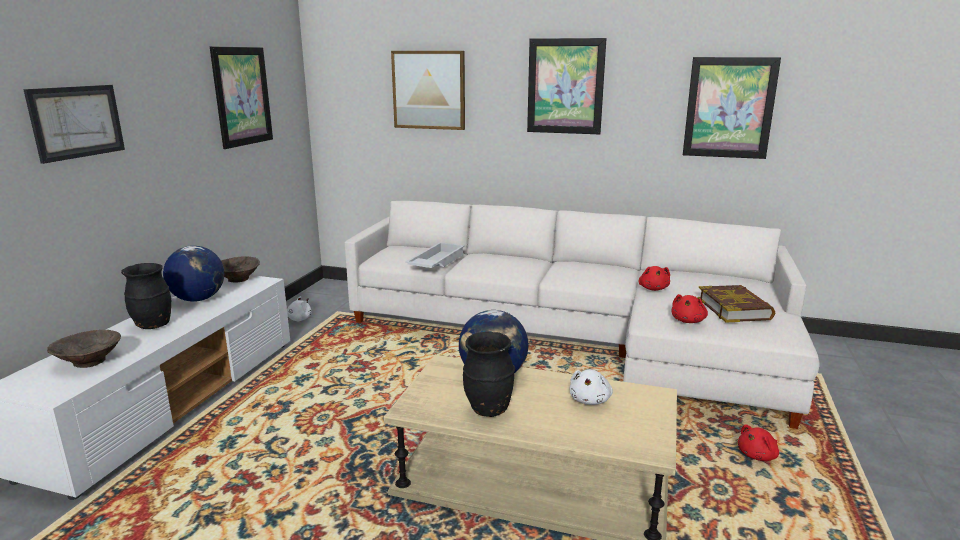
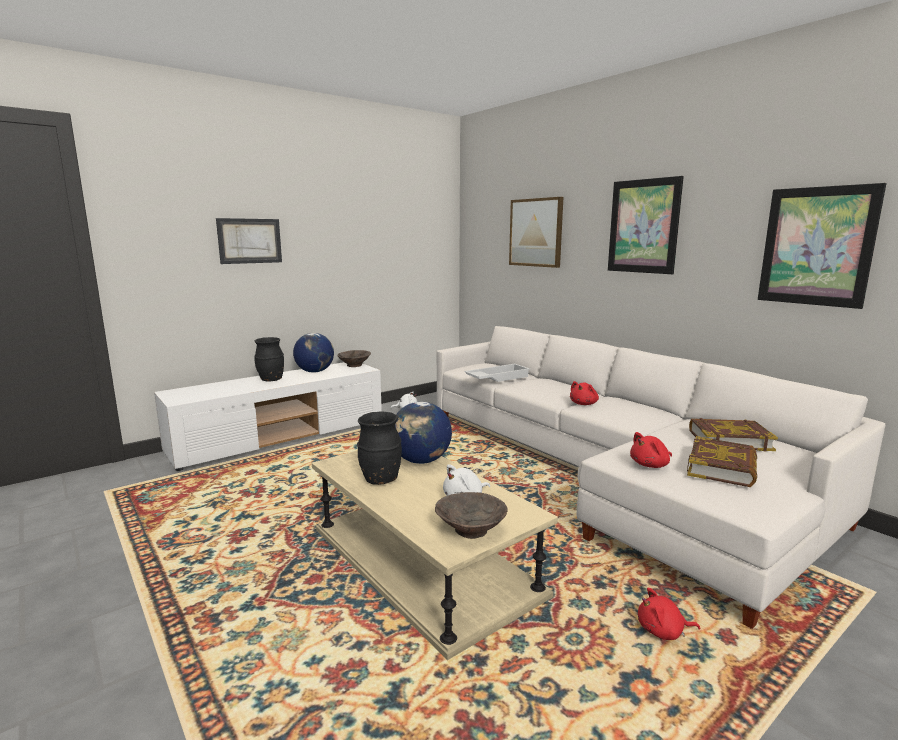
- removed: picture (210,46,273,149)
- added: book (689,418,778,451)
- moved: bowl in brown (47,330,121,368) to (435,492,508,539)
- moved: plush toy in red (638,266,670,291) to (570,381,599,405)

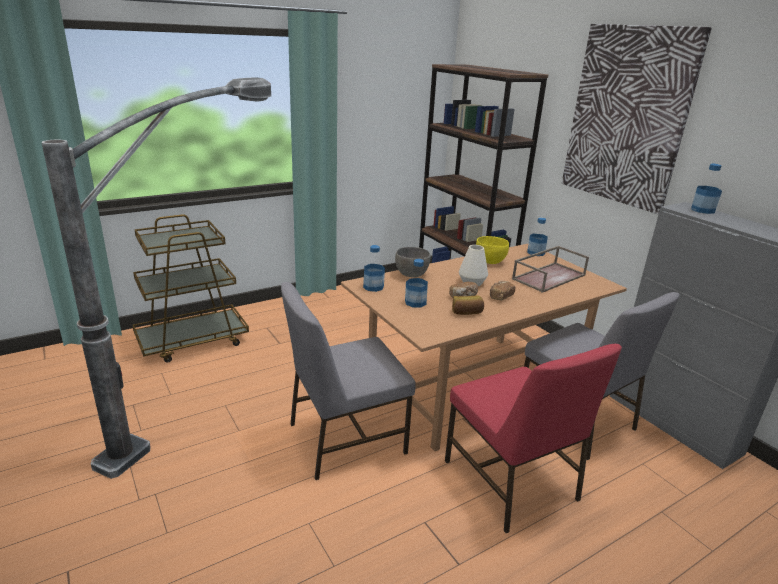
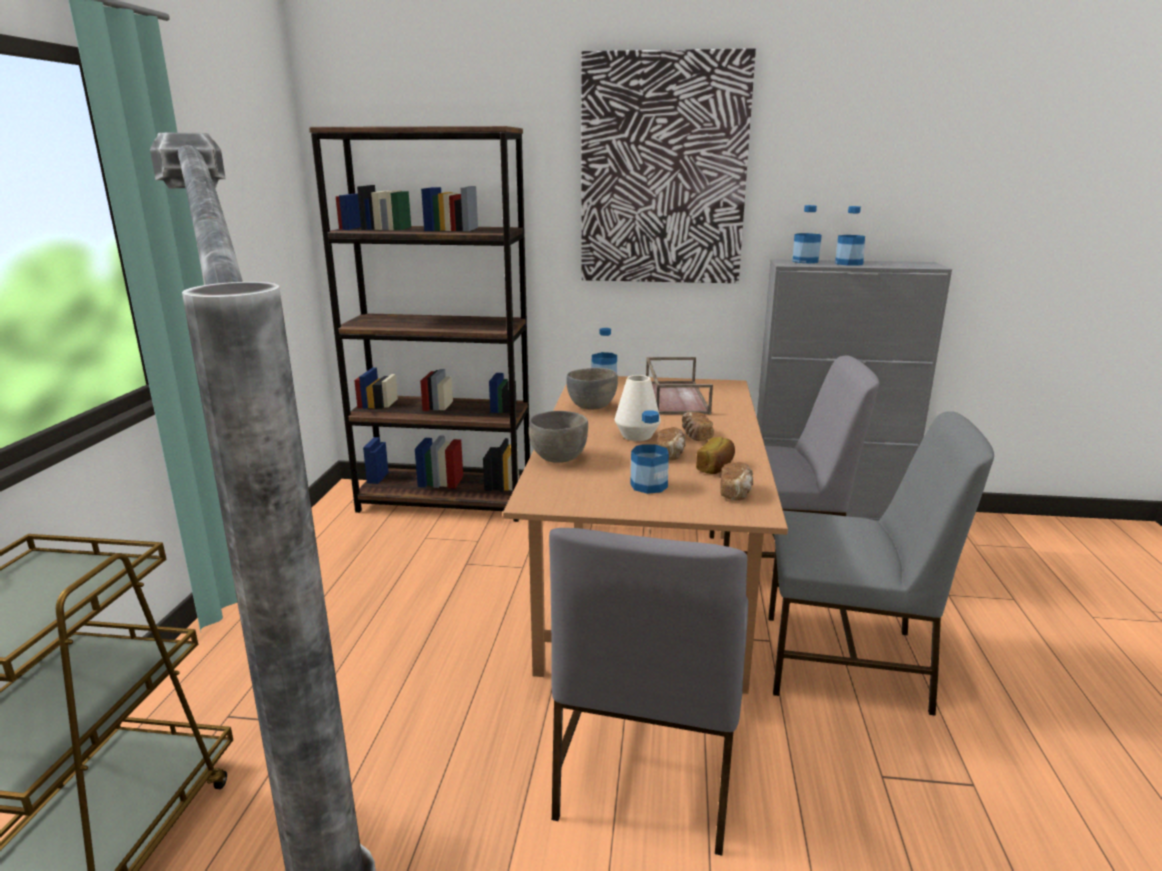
- added: bread (720,462,753,501)
- moved: bottle (363,245,385,292) to (835,206,865,266)
- recoloured: chair in red (445,344,622,533) to chair in grey (768,411,994,716)
- recoloured: bowl in yellow (476,236,509,264) to bowl in grey (566,368,618,410)

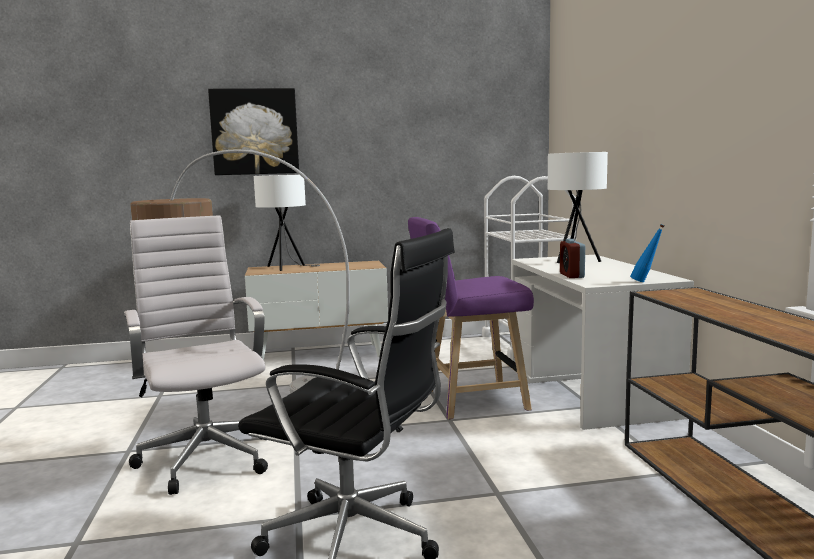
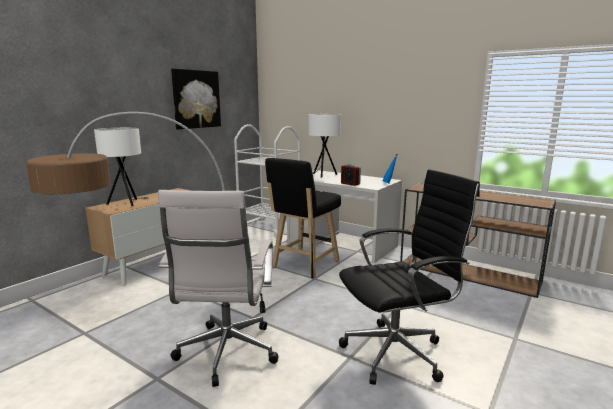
- moved: picture (208,88,299,175) to (171,69,221,129)
- recoloured: stool in purple (408,217,534,420) to stool in black (265,158,341,279)
- turned: office chair in white (124,215,268,495) = (158,190,279,387) 105 degrees counterclockwise

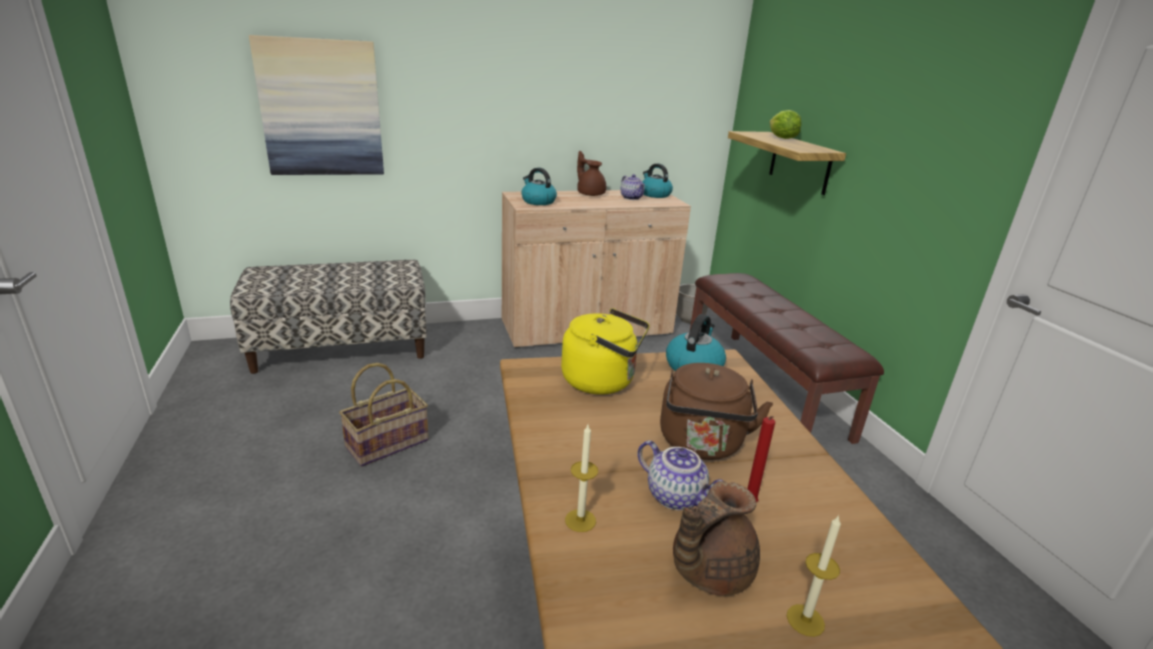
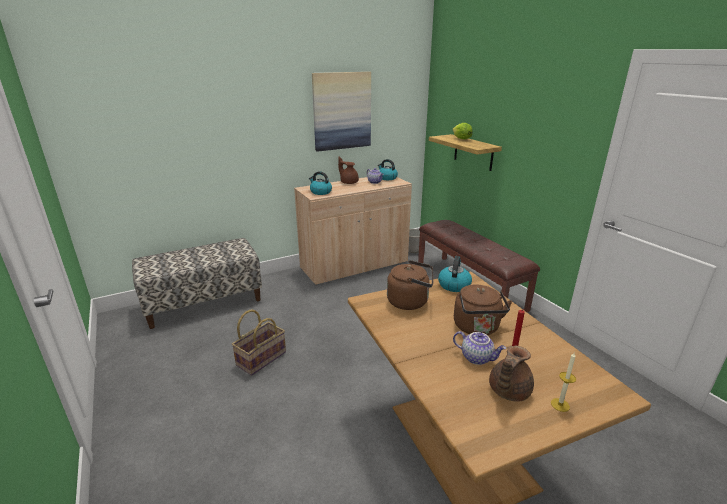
- removed: candle (565,425,598,532)
- moved: picture (249,35,384,175) to (312,72,371,152)
- recoloured: kettle in yellow (561,308,649,395) to kettle in brown (387,260,433,310)

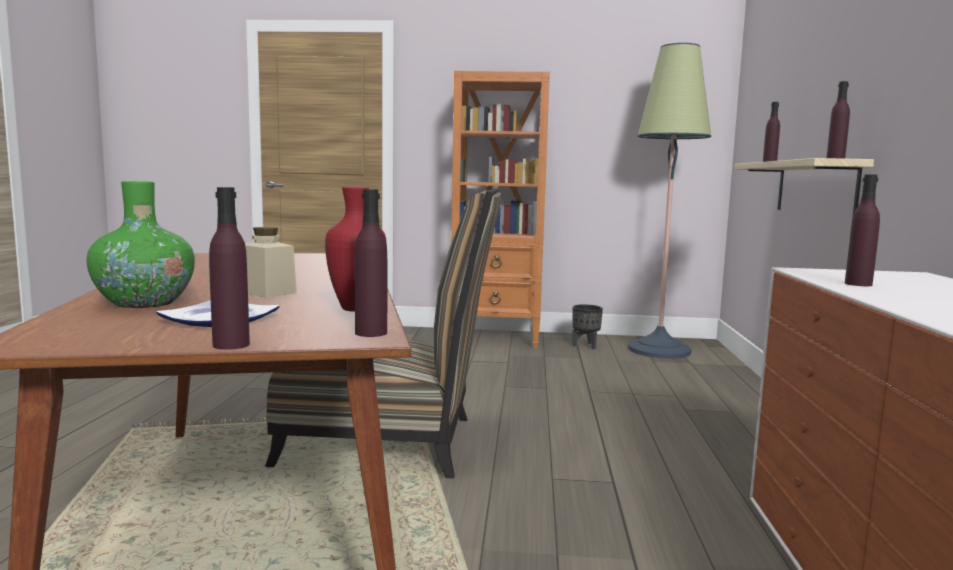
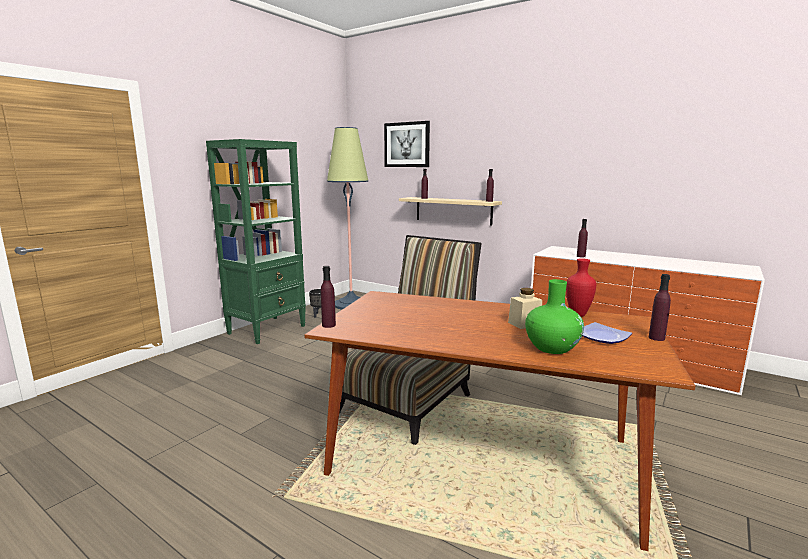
- added: picture (384,121,430,167)
- moved: bottle in purple (355,189,387,337) to (321,266,336,328)
- recoloured: bookcase in orange (451,71,550,349) to bookcase in green (206,139,306,344)

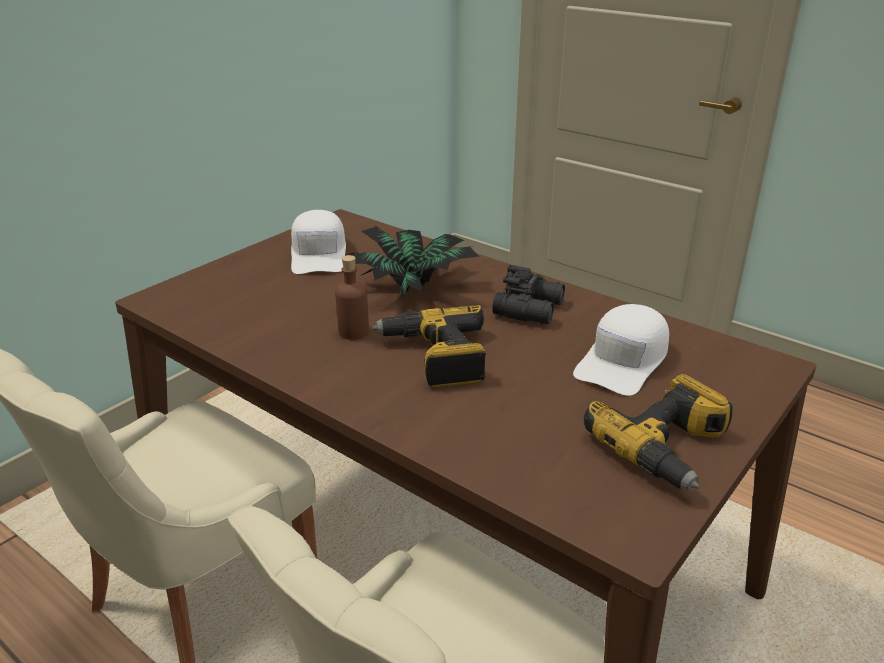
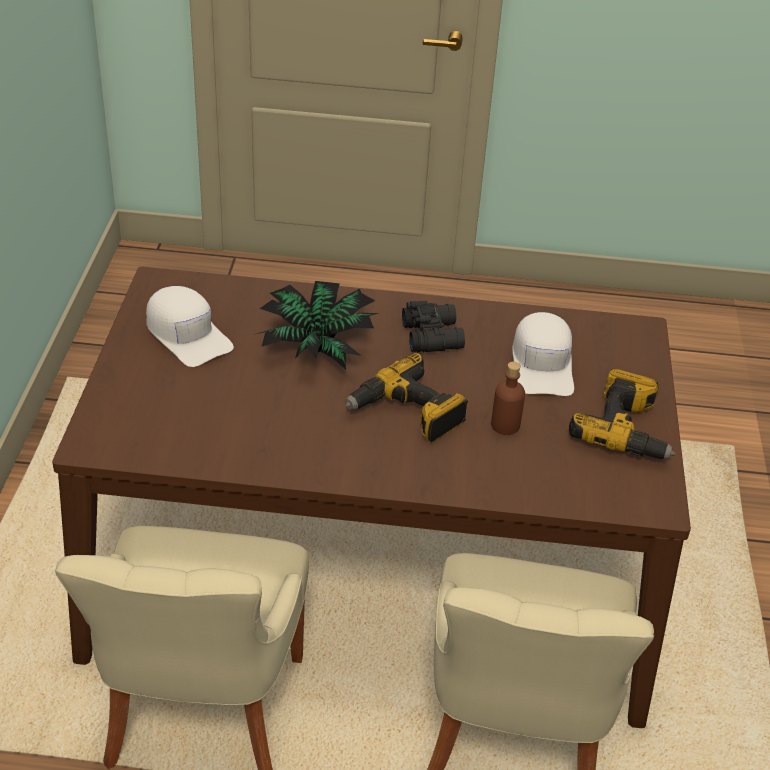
- moved: bottle in brown (335,255,369,340) to (491,361,525,435)

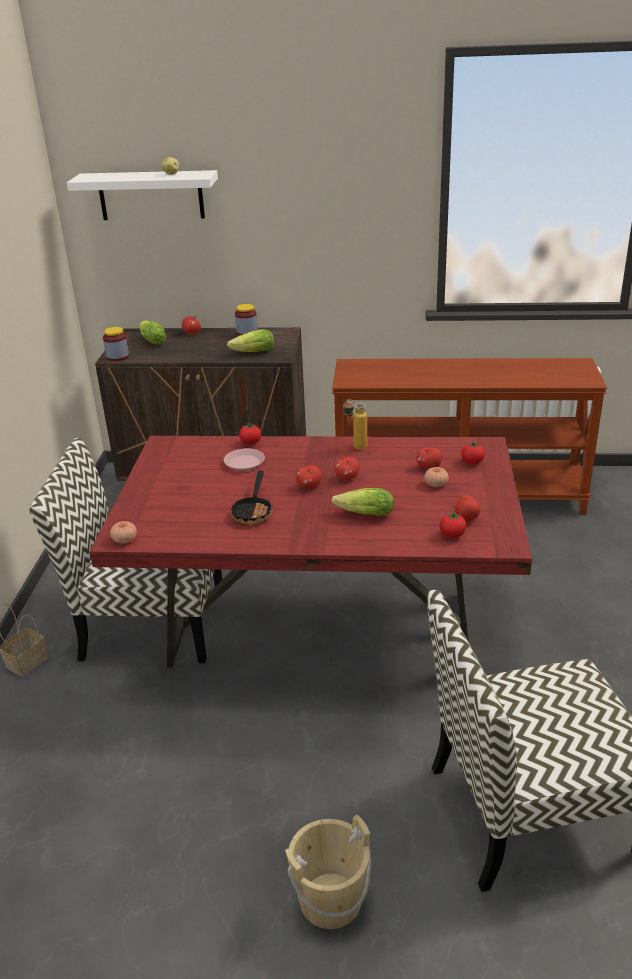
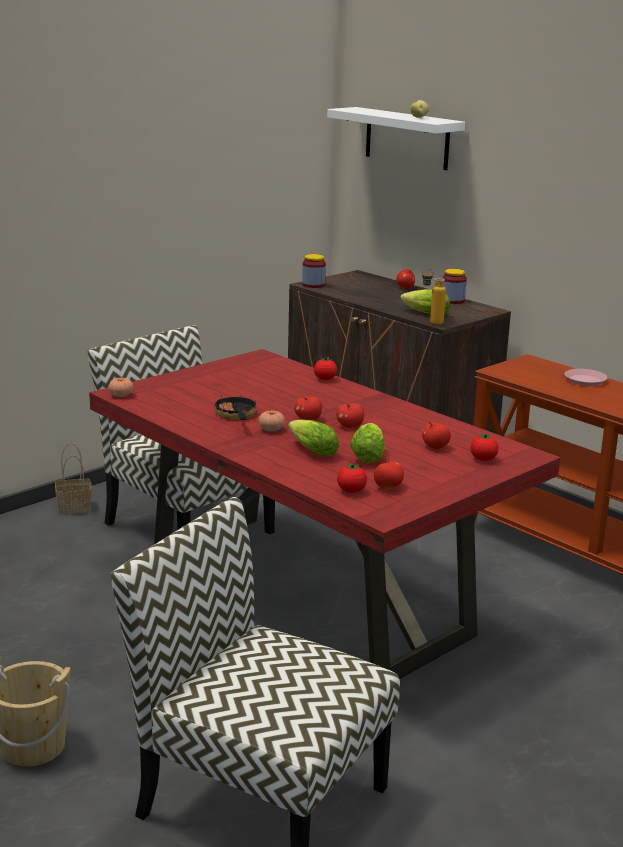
- moved: lettuce (140,321,166,345) to (350,423,385,463)
- moved: plate in pink (224,448,265,471) to (565,369,607,386)
- moved: bottle (343,399,367,450) to (422,268,446,325)
- moved: tomato (424,467,449,487) to (258,411,285,431)
- turned: frying pan (230,471,273,525) = (214,395,257,420) 120 degrees clockwise

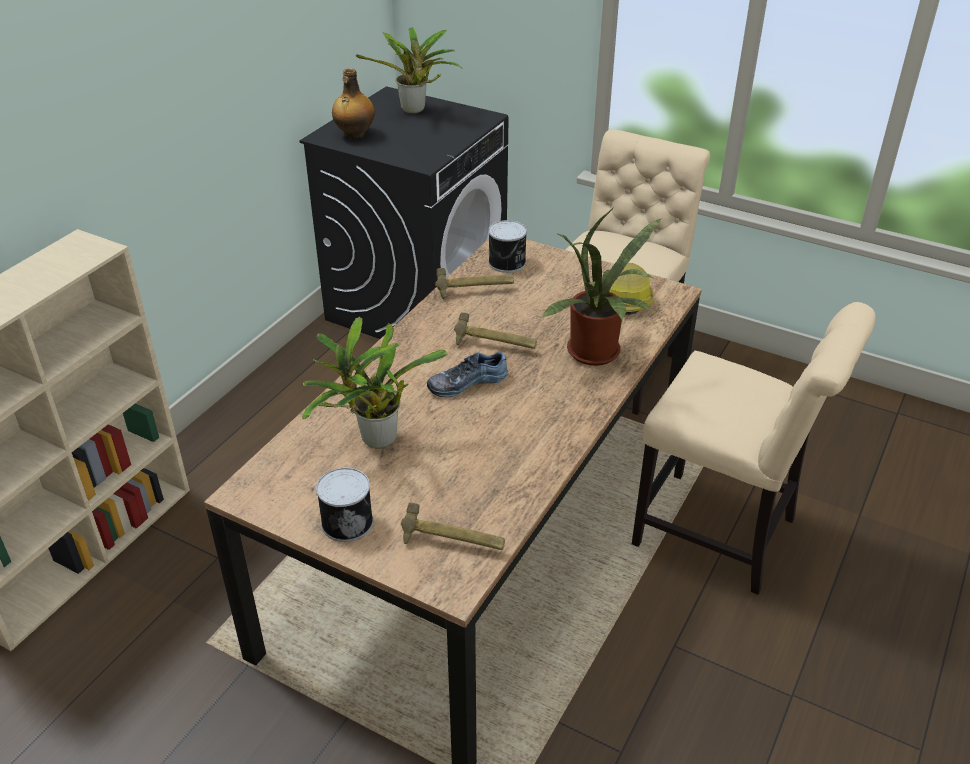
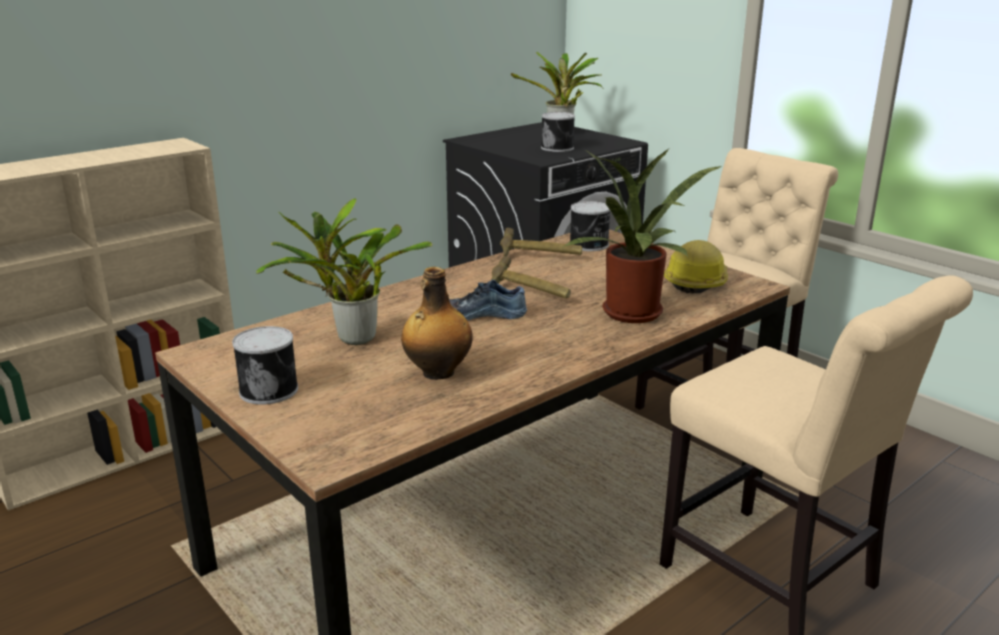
- removed: hammer (400,502,505,550)
- added: can (541,112,575,152)
- moved: bottle (332,68,375,139) to (401,267,473,380)

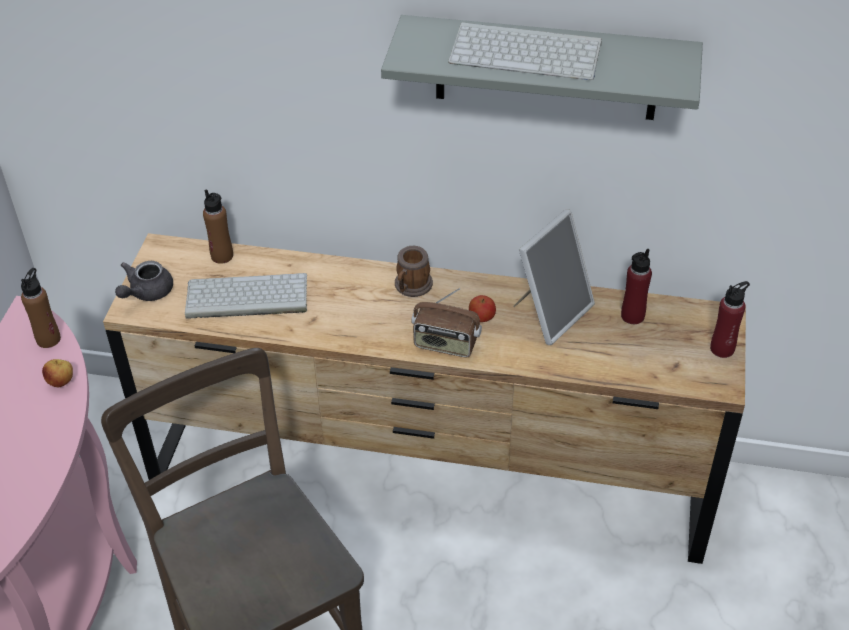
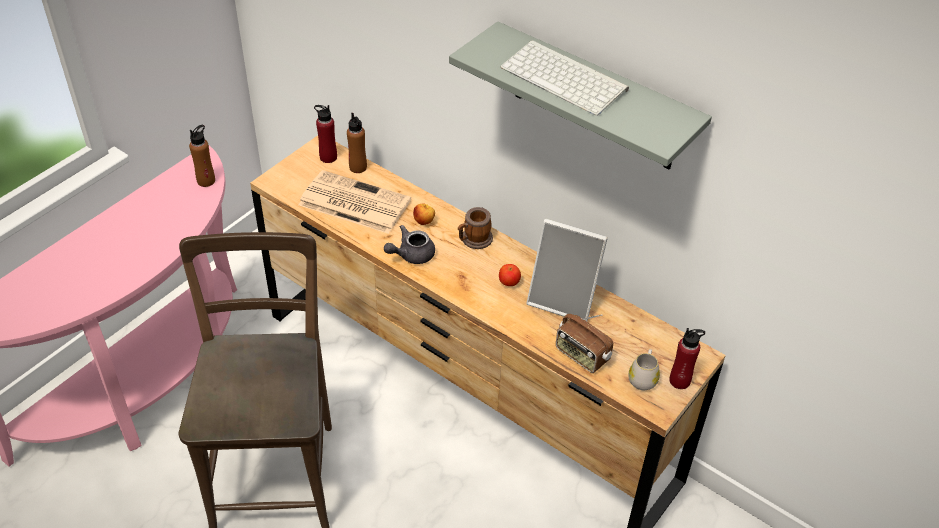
- added: mug in white (628,349,660,390)
- moved: apple (42,359,73,387) to (413,204,435,225)
- moved: teapot in grey (115,261,173,301) to (384,225,435,264)
- moved: radio (411,288,482,358) to (556,314,613,373)
- moved: bottle in red (621,249,652,324) to (314,105,337,163)
- replaced: keyboard (185,273,307,319) to newspaper (298,170,411,234)
- turned: picture frame (514,209,595,345) = (526,219,608,321) 45 degrees clockwise

